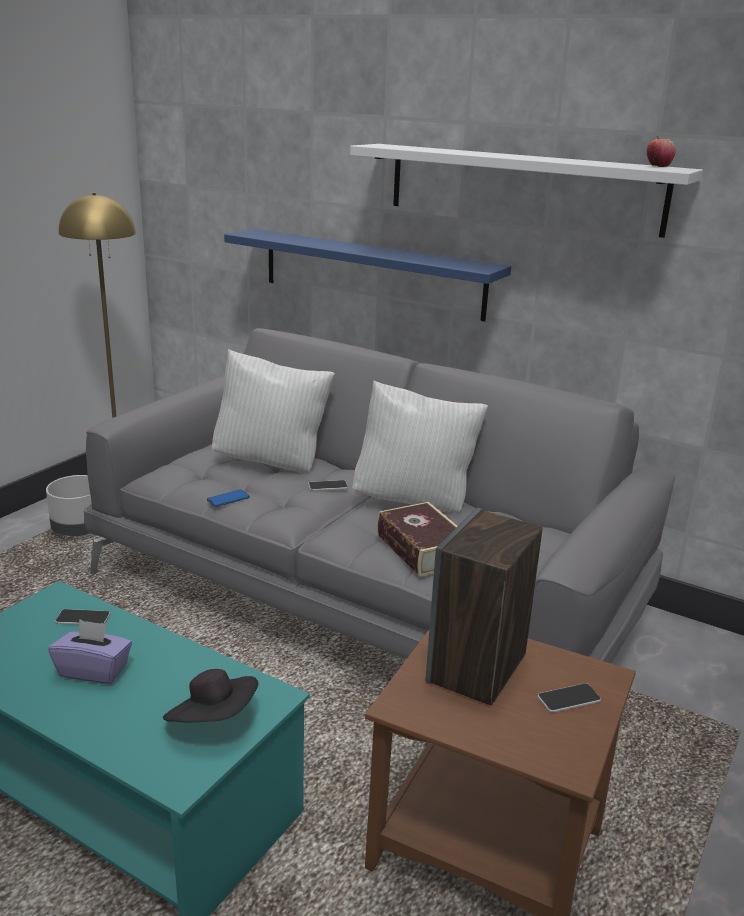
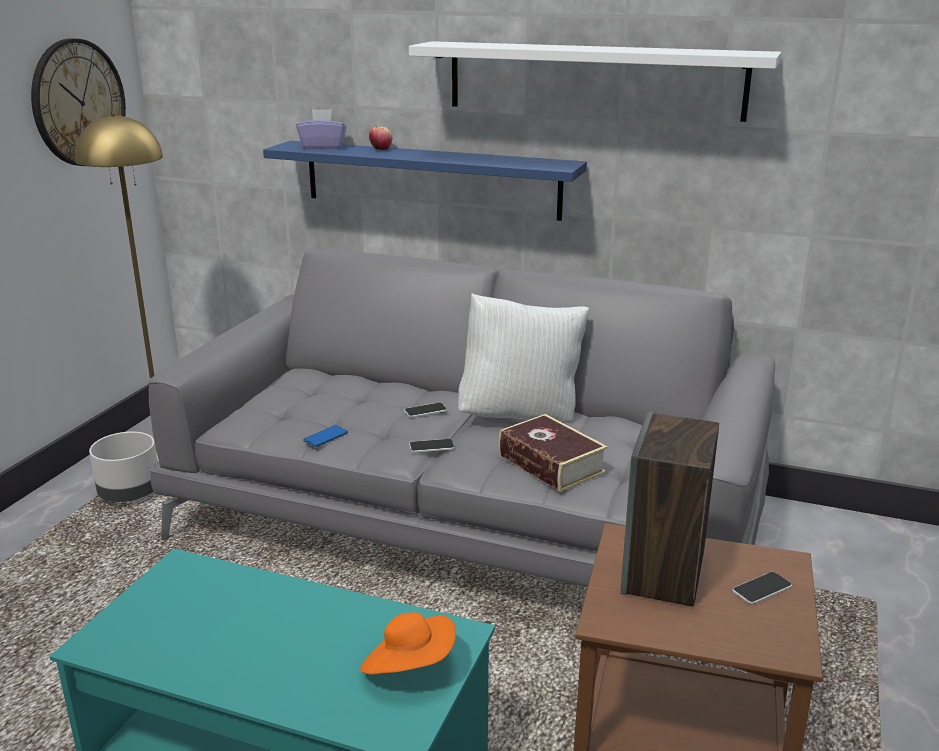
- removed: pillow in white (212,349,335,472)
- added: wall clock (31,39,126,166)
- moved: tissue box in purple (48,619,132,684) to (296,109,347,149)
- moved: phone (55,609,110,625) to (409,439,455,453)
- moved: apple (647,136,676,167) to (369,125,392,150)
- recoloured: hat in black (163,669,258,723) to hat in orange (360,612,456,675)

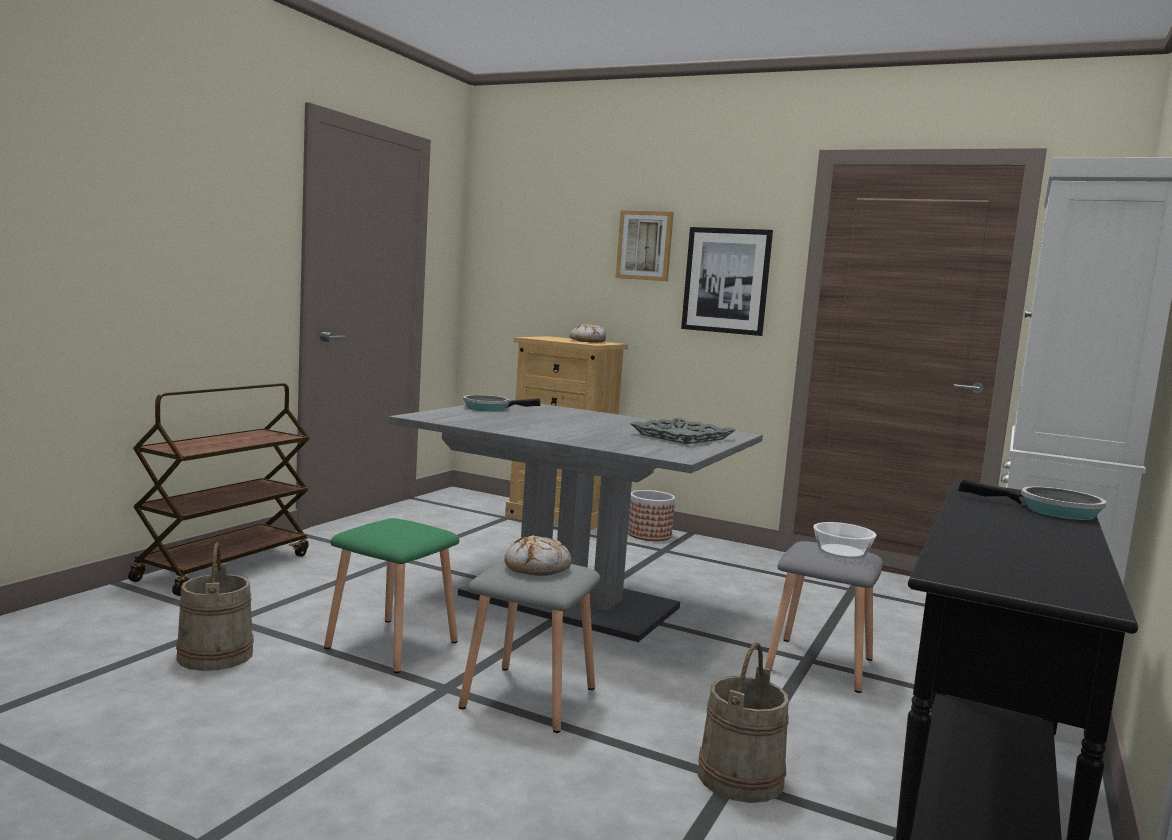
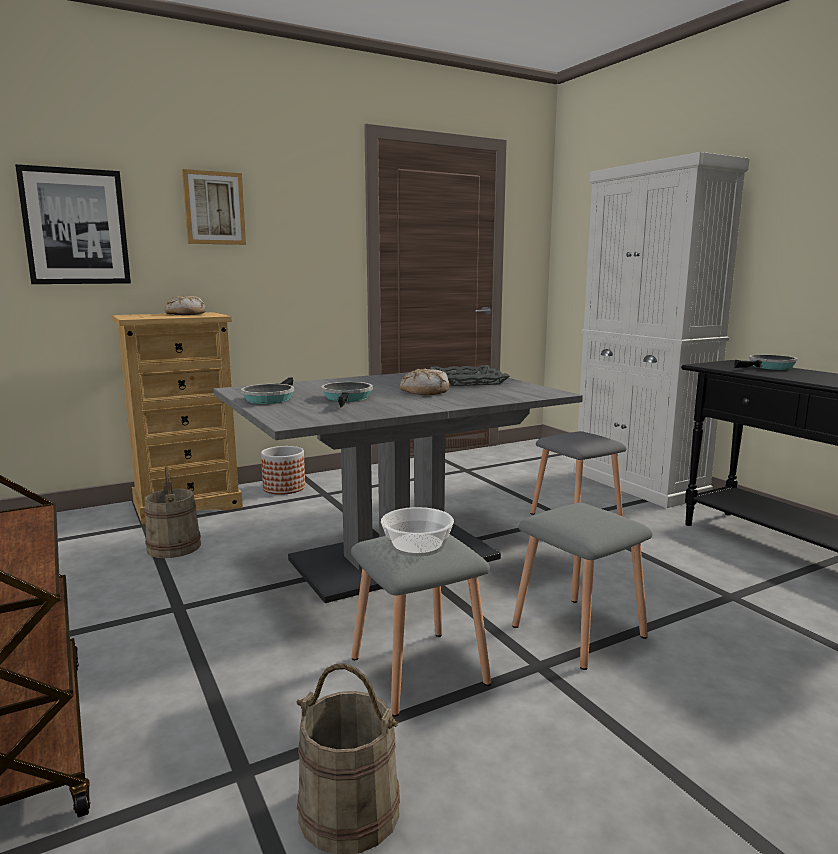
- added: frying pan (321,382,373,407)
- moved: bread (504,535,572,576) to (400,369,449,395)
- moved: picture (681,227,773,336) to (15,164,131,284)
- moved: bucket in beige (698,643,789,803) to (144,466,201,558)
- moved: bowl (813,522,876,559) to (381,507,454,556)
- recoloured: stool in green (324,518,459,673) to stool in grey (351,534,491,717)

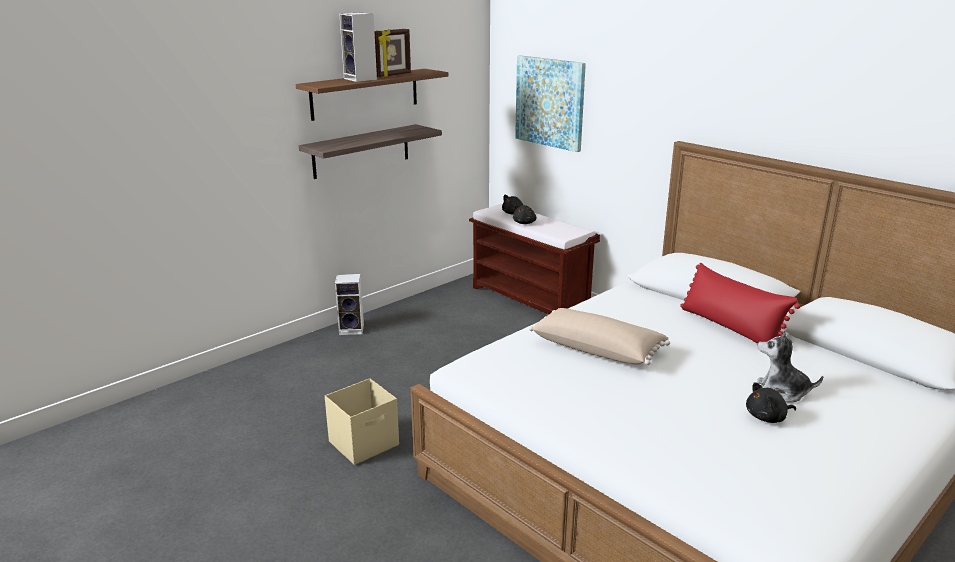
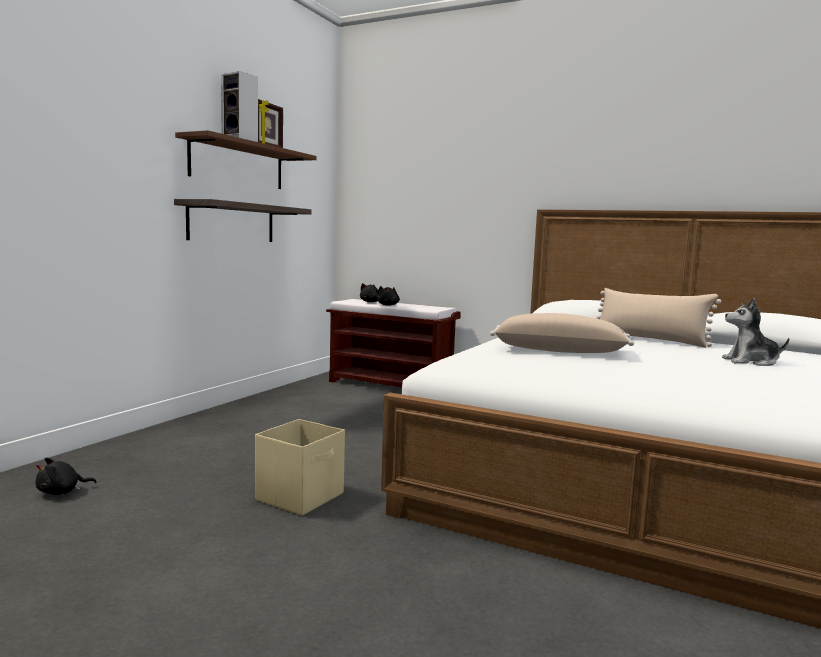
- removed: speaker (335,274,364,335)
- removed: picture (515,55,586,152)
- moved: plush toy in black (746,382,796,423) to (35,457,96,495)
- recoloured: pillow in red (680,263,800,344) to pillow in beige (596,288,721,348)

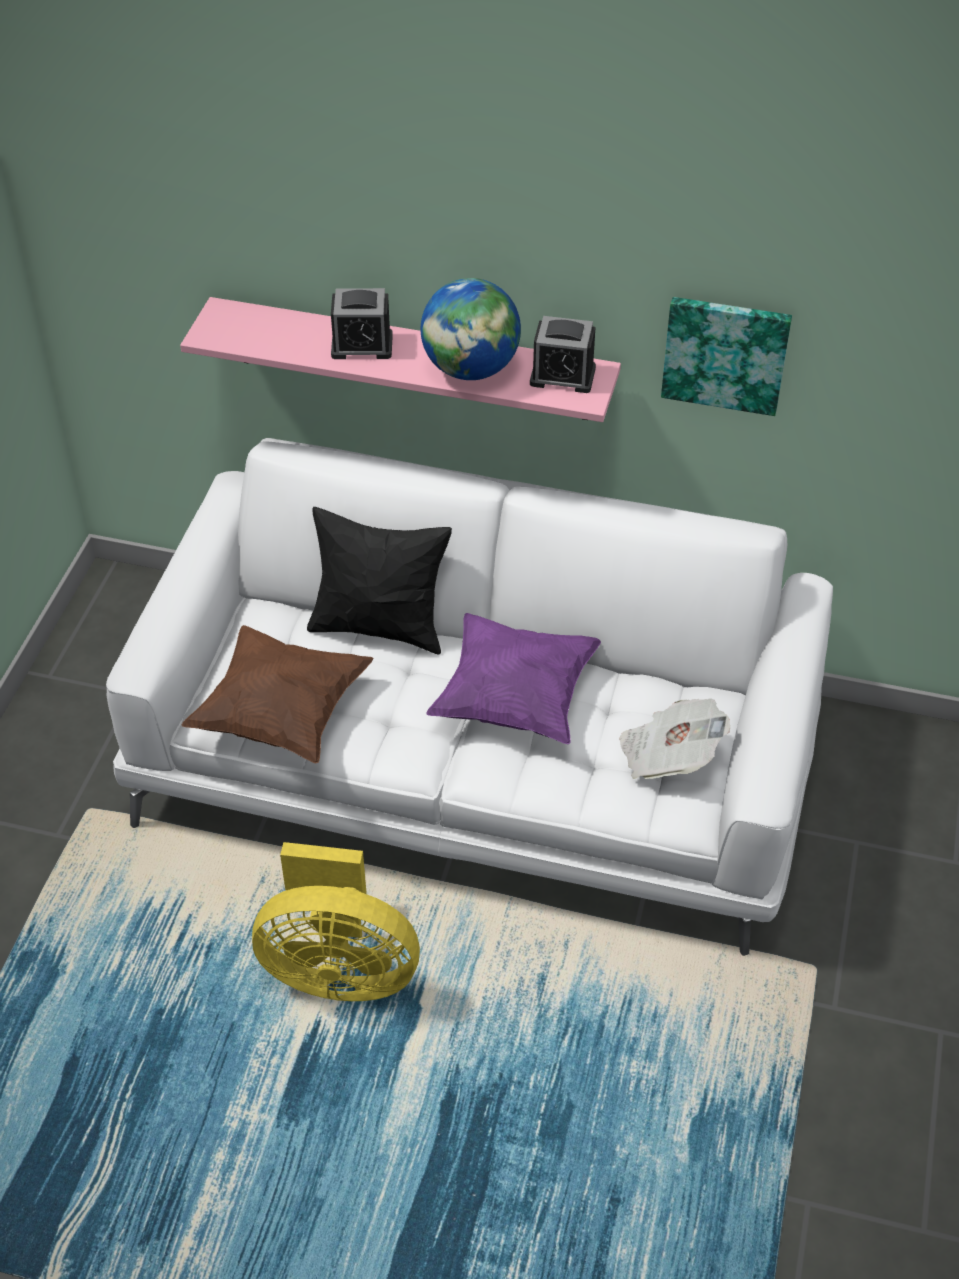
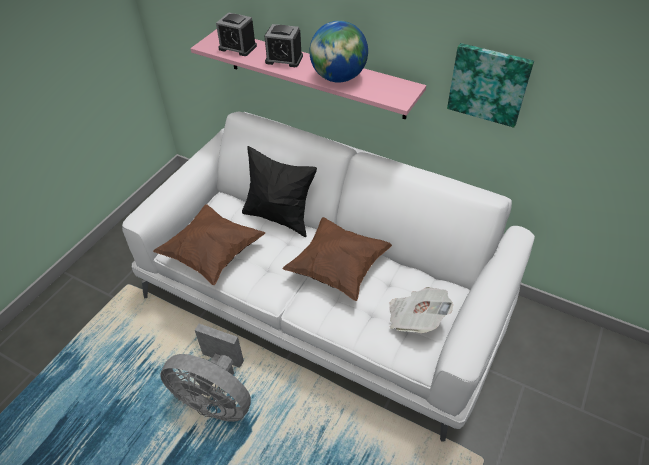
- moved: alarm clock (530,316,596,393) to (216,12,257,56)
- recoloured: fan in yellow (252,842,420,1001) to fan in grey (160,324,251,422)
- recoloured: pillow in purple (426,613,601,744) to pillow in brown (282,217,392,301)

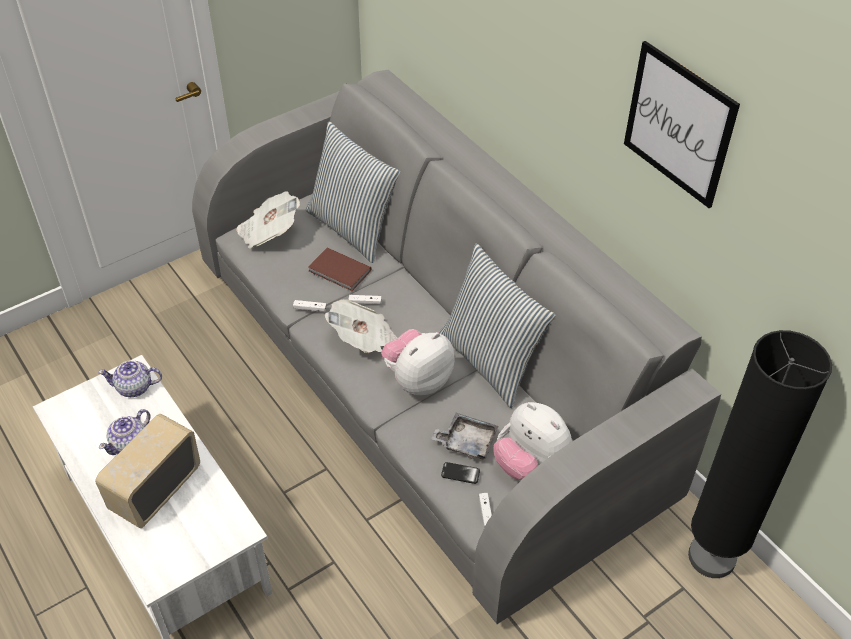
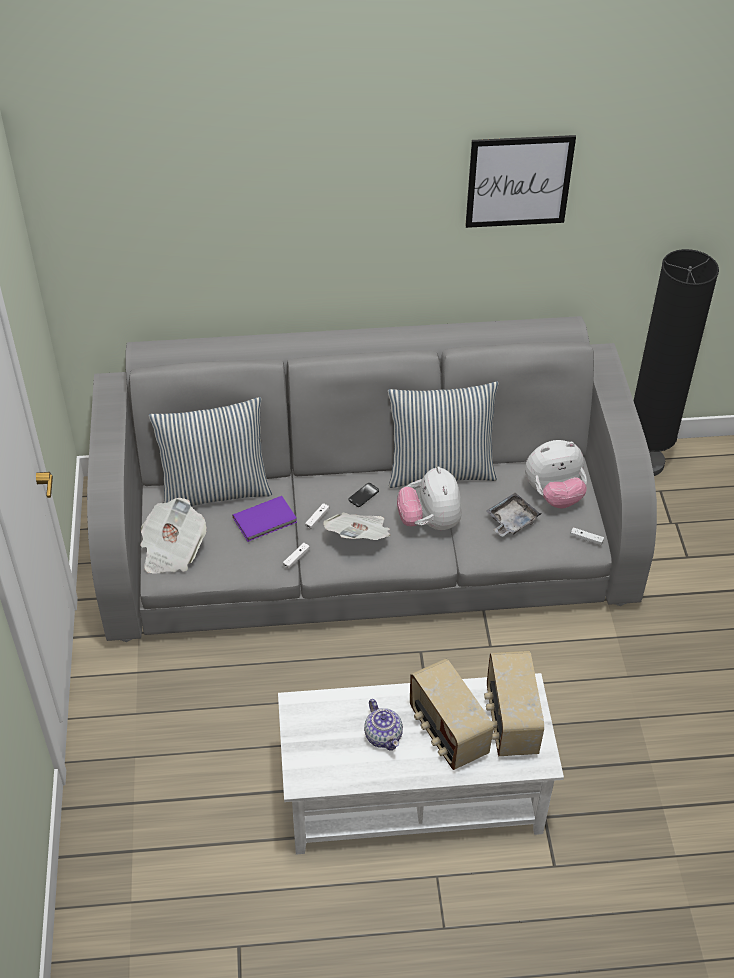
- removed: teapot (98,360,162,397)
- added: radio (484,651,544,756)
- moved: phone (441,462,480,484) to (349,483,379,507)
- recoloured: book in brown (308,247,371,291) to book in purple (233,496,297,542)

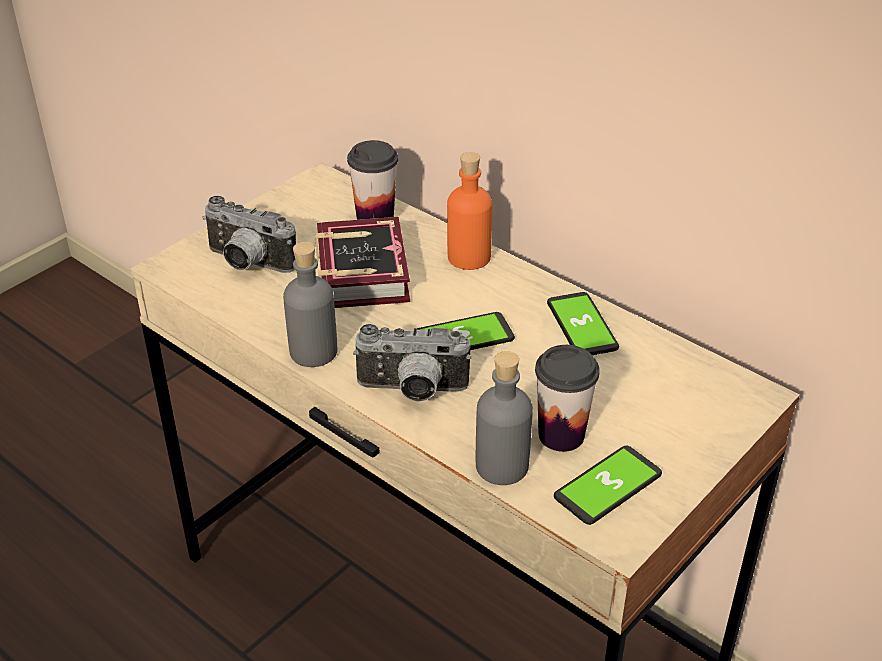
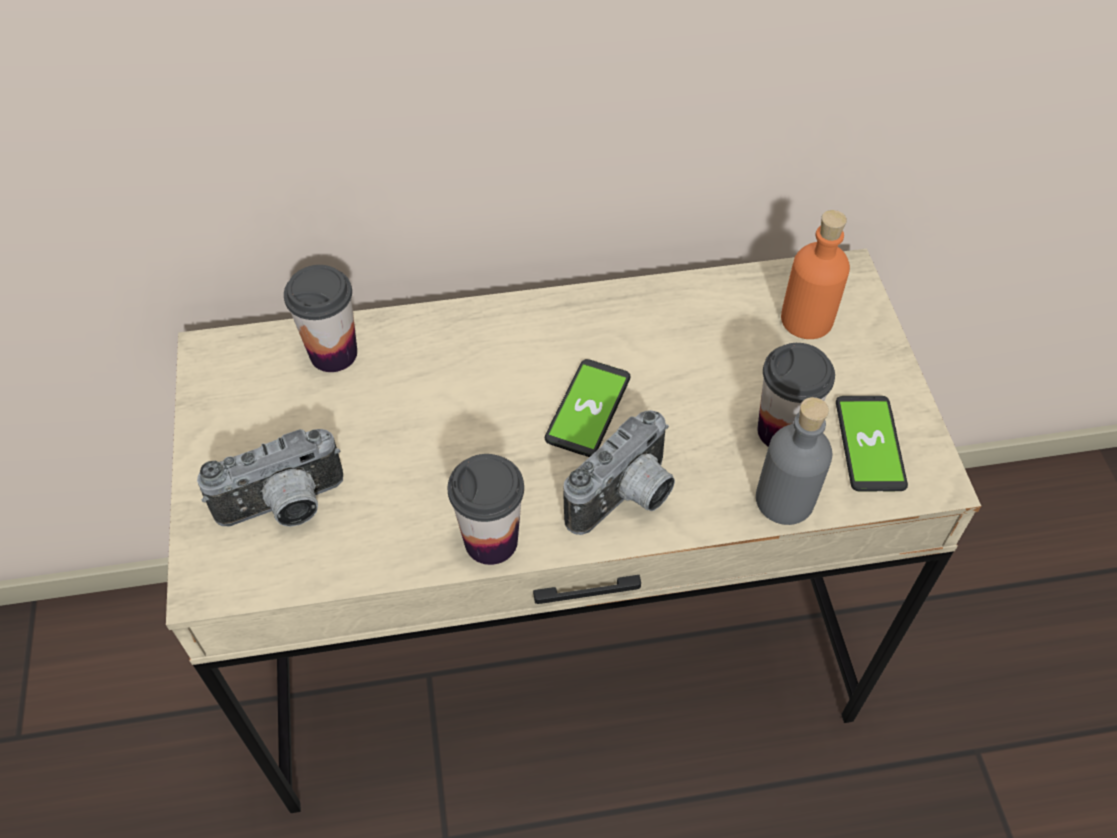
- removed: book (315,217,410,308)
- removed: phone (547,292,619,355)
- moved: bottle in orange (447,152,492,270) to (781,210,850,339)
- replaced: bottle in grey (283,242,337,367) to cup (448,454,524,565)

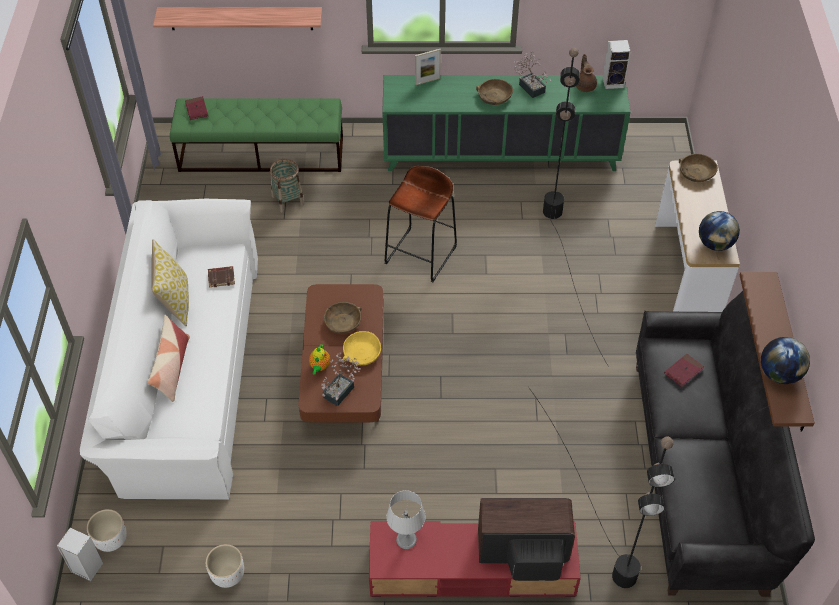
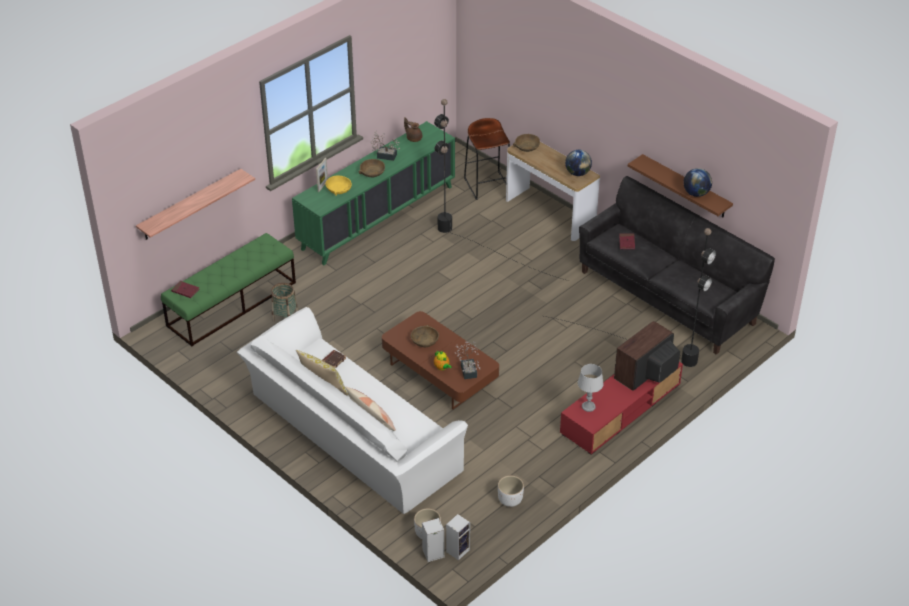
- moved: bowl in yellow (343,331,381,365) to (325,175,352,196)
- moved: stool in brown (384,166,457,283) to (464,118,510,200)
- moved: speaker (602,40,631,89) to (446,514,470,561)

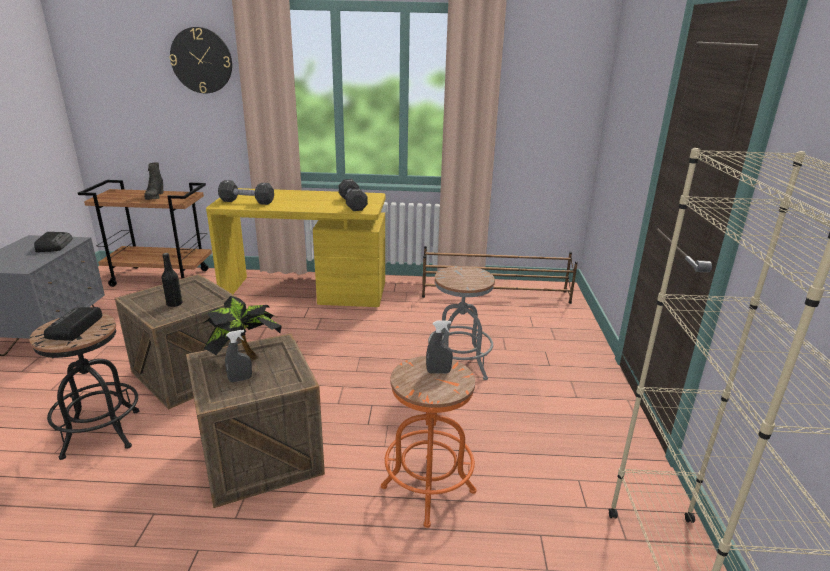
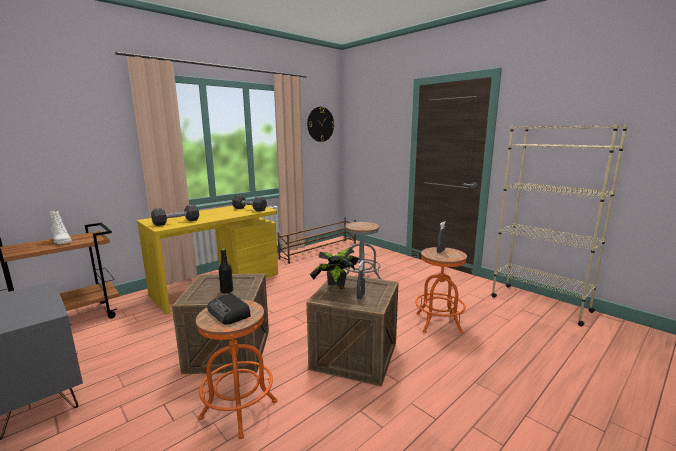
- removed: radio (34,232,73,252)
- moved: wall clock (169,27,232,93) to (307,107,335,142)
- recoloured: stool in black (29,314,139,460) to stool in orange (196,300,277,439)
- recoloured: boot in black (144,162,163,200) to boot in white (49,211,72,244)

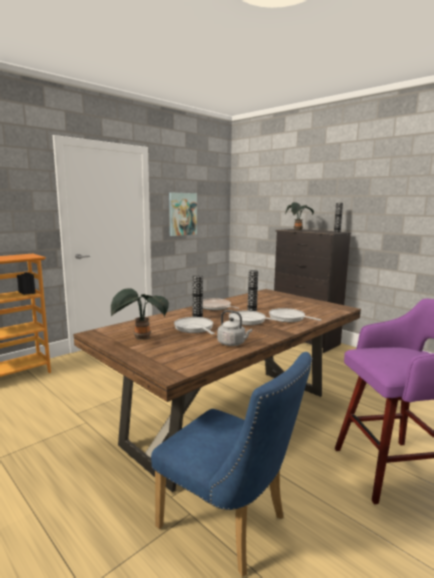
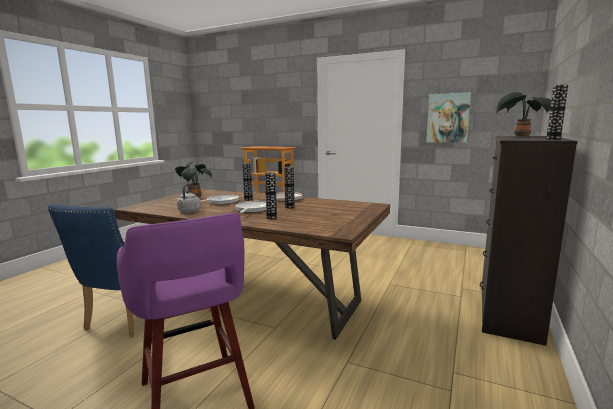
- replaced: frying pan (269,308,321,322) to vase (265,172,277,219)

